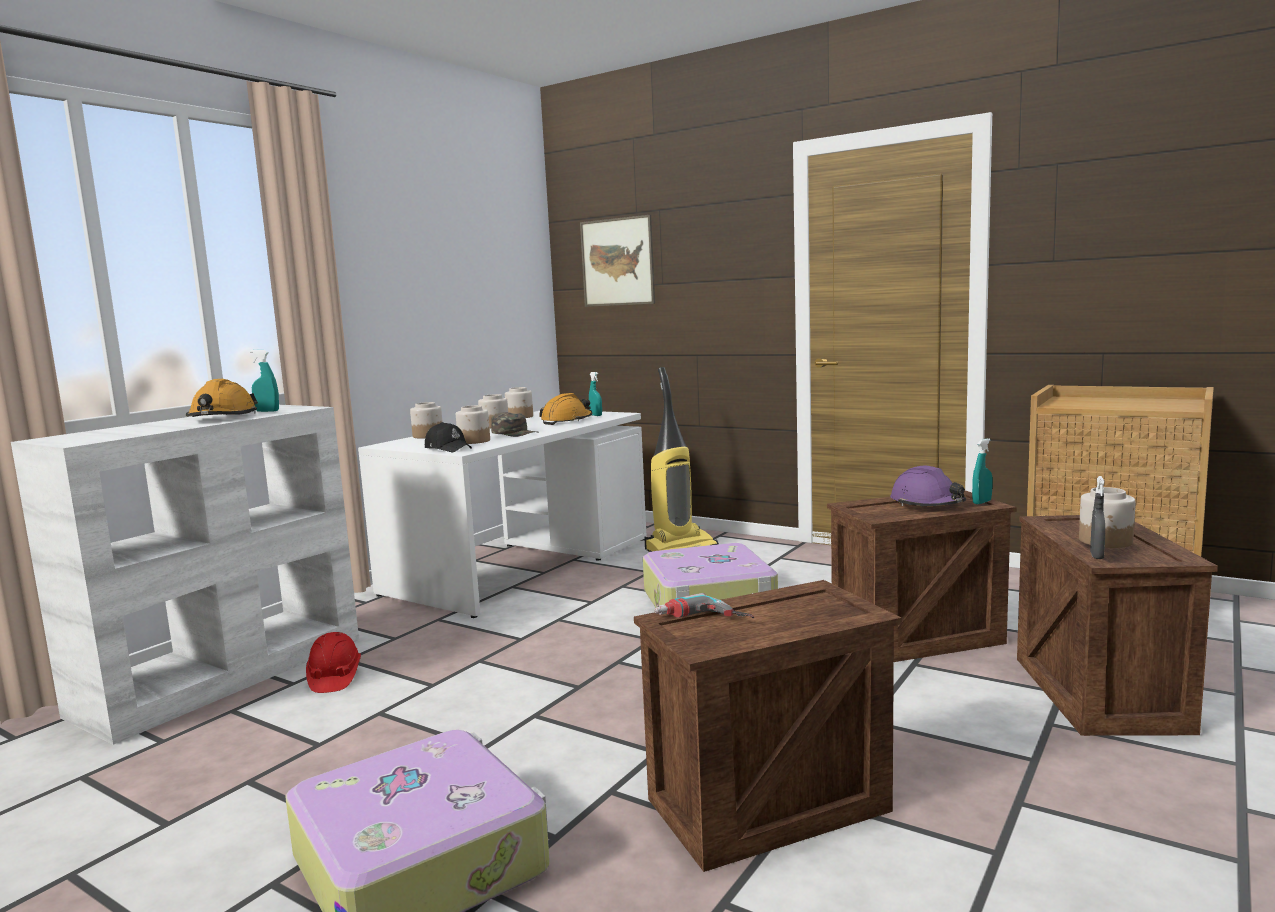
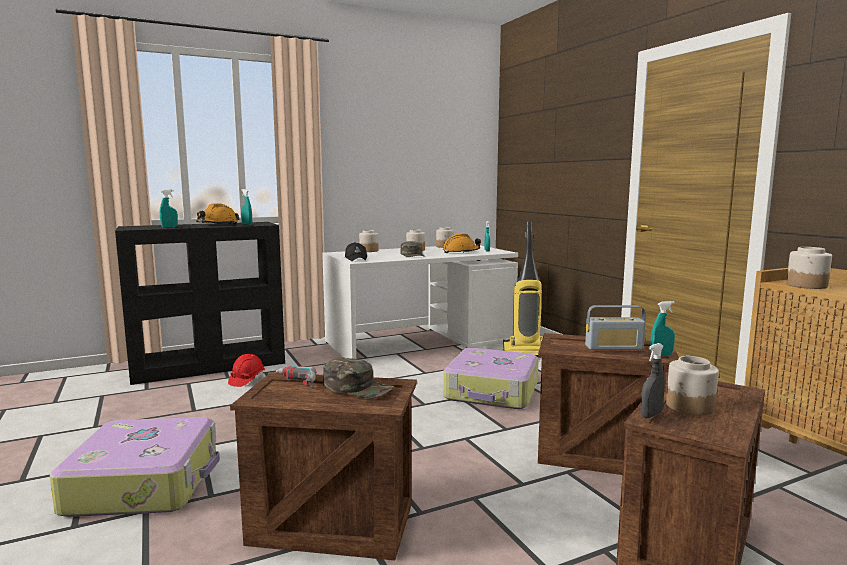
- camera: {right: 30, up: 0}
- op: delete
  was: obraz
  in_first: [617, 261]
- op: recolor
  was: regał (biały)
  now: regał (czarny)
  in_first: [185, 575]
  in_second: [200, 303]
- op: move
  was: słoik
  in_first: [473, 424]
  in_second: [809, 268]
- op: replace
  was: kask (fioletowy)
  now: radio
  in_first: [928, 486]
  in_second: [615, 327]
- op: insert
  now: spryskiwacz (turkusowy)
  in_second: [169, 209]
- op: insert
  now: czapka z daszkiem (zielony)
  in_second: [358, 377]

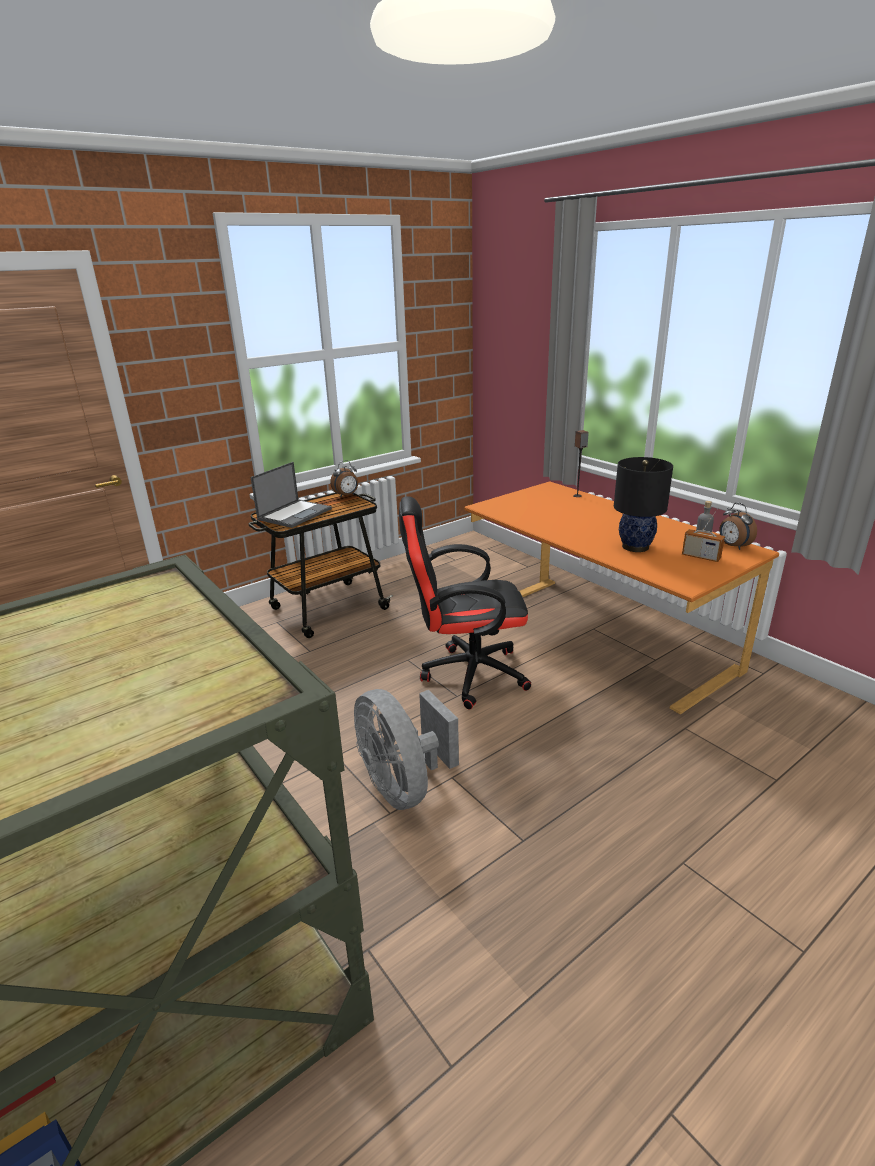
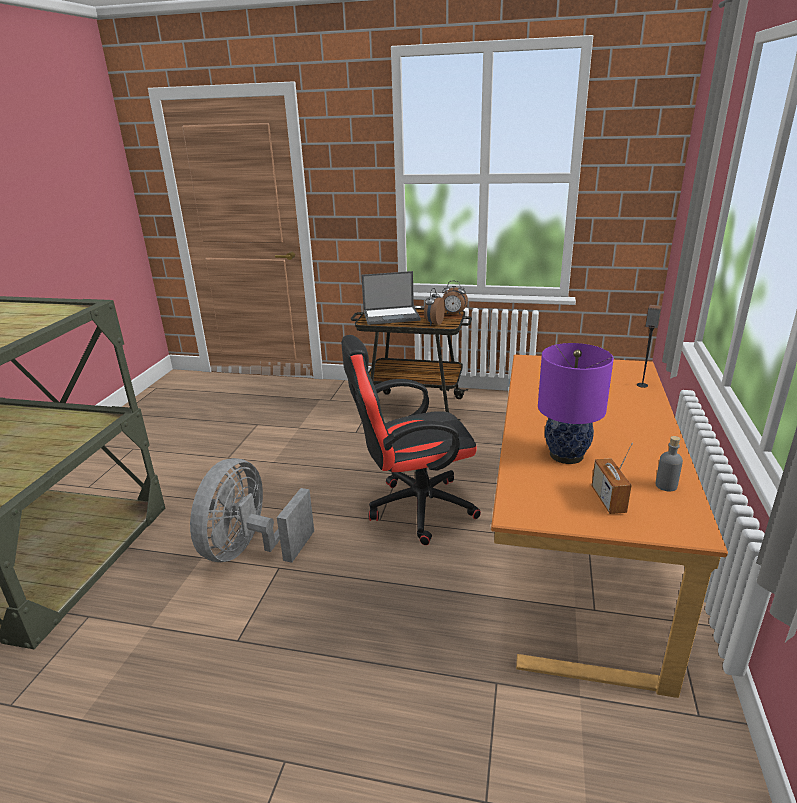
- camera: {right: 50, up: 0}
- op: recolor
  was: lampa stołowa (czarny)
  now: lampa stołowa (fioletowy)
  in_first: [643, 504]
  in_second: [576, 403]
- op: rotate
  was: krzesło biurowe (czarny)
  in_first: [465, 603]
  in_second: [411, 440]
  clockwise: -60
- op: move
  was: budzik
  in_first: [738, 526]
  in_second: [434, 307]

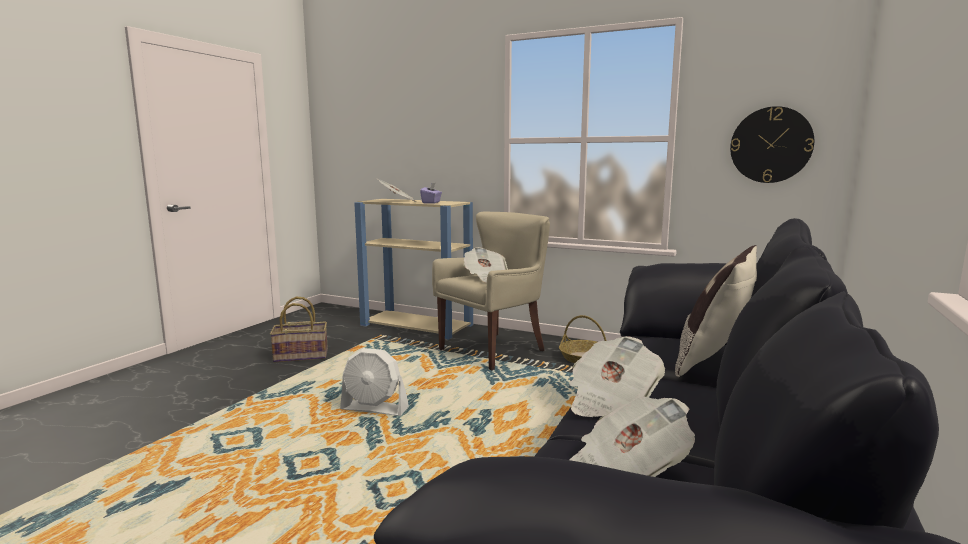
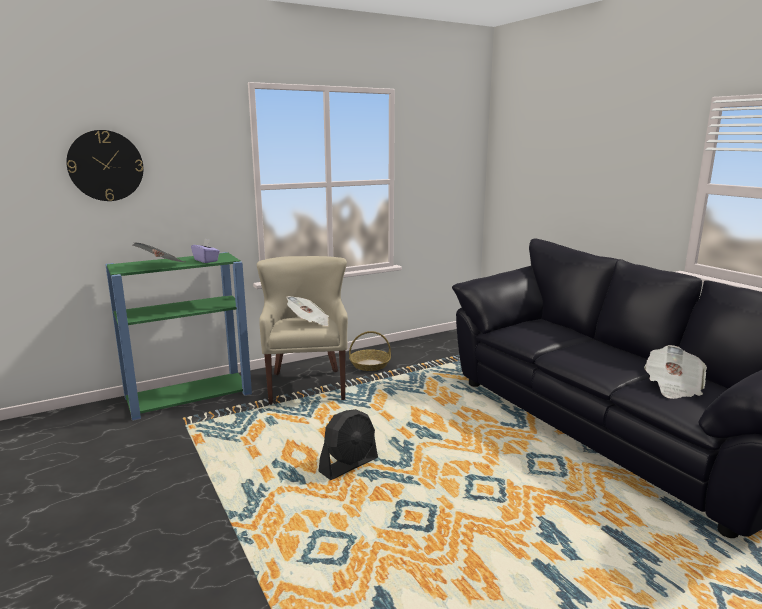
- camera: {right: -55, up: 5}
- op: move
  was: zegar ścienny
  in_first: [772, 144]
  in_second: [104, 165]
- op: recolor
  was: regał (beżowy)
  now: regał (zielony)
  in_first: [413, 269]
  in_second: [178, 336]
- op: delete
  was: poduszka
  in_first: [716, 311]
- op: delete
  was: koszyk
  in_first: [299, 329]
- op: delete
  was: gazeta
  in_first: [617, 376]
- op: recolor
  was: wentylator (biały)
  now: wentylator (czarny)
  in_first: [374, 382]
  in_second: [348, 444]

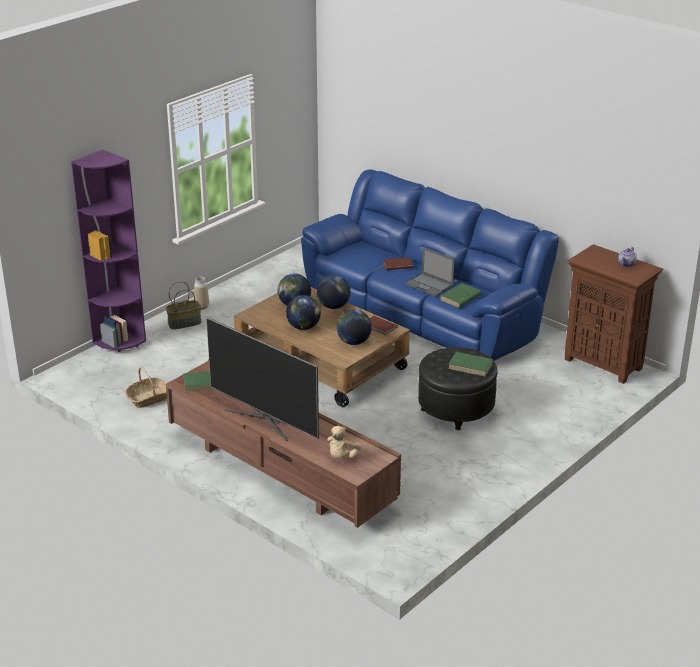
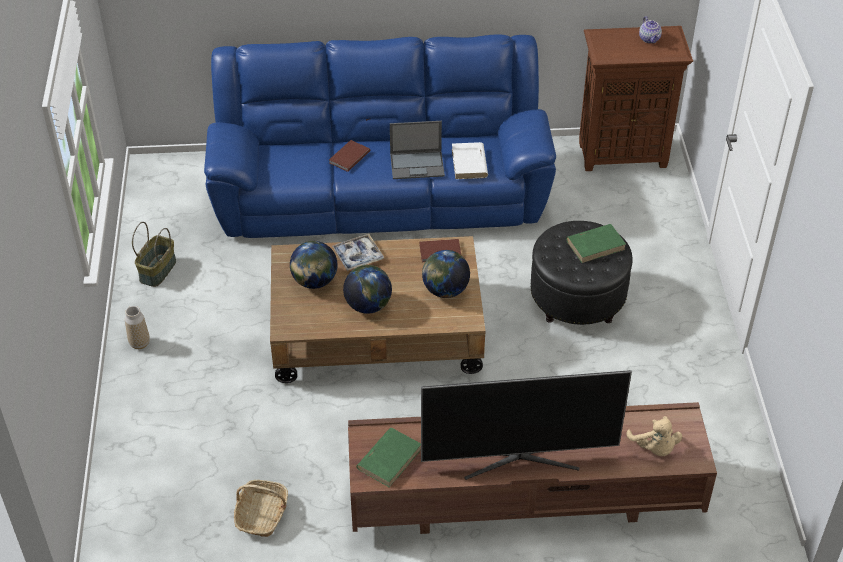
- camera: {right: -45, up: 15}
- op: delete
  was: regał (fioletowy)
  in_first: [108, 251]
- op: replace
  was: globus
  now: taca
  in_first: [334, 292]
  in_second: [358, 252]
- op: move
  was: koszyk
  in_first: [183, 305]
  in_second: [154, 254]
- op: recolor
  was: książka (zielony)
  now: książka (biały)
  in_first: [460, 295]
  in_second: [470, 160]

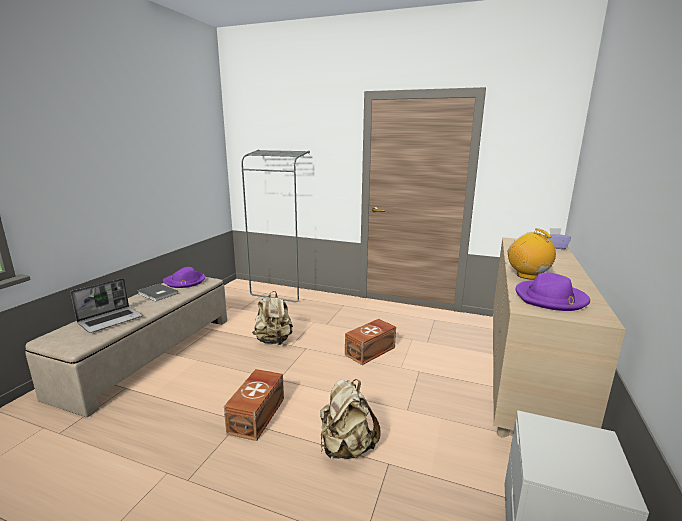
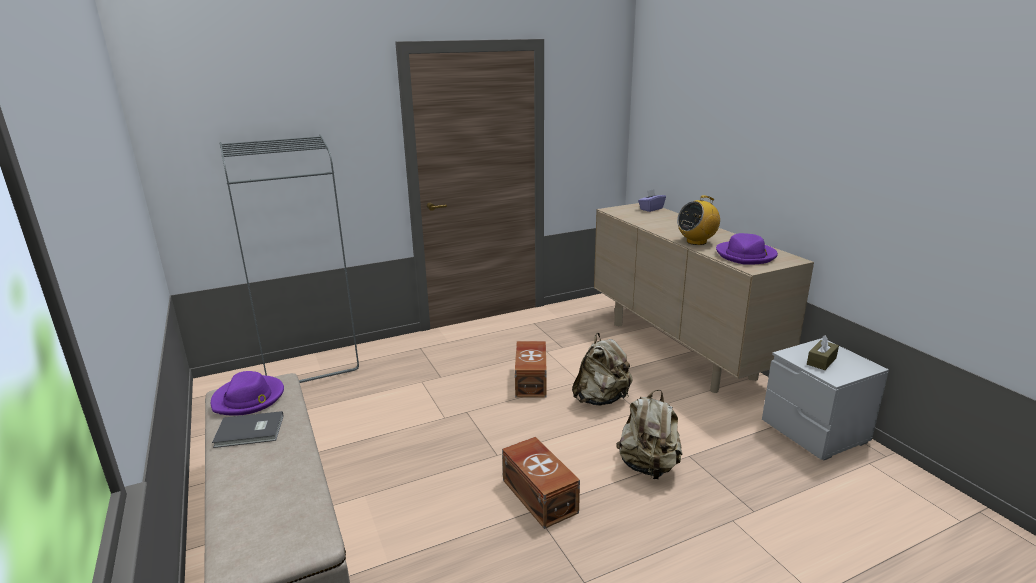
- camera: {right: -45, up: 5}
- op: rotate
  was: radio
  in_first: [535, 254]
  in_second: [698, 220]
  clockwise: -45
- op: delete
  was: laptop
  in_first: [106, 305]
- op: move
  was: plecak (beżowy)
  in_first: [272, 318]
  in_second: [602, 369]
- op: insert
  now: pudełko chusteczek (brązowy)
  in_second: [823, 352]

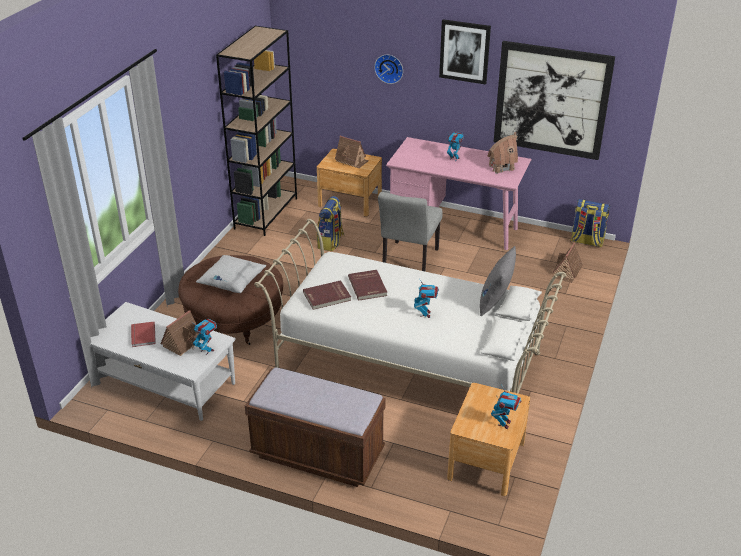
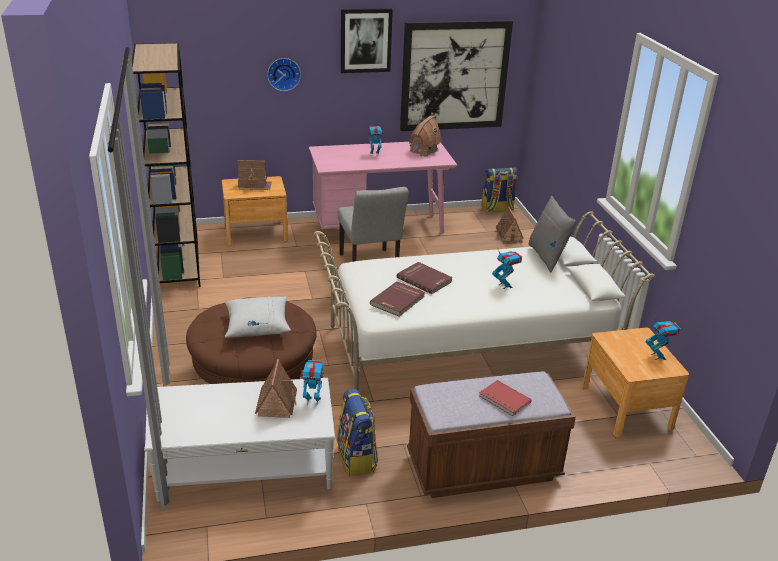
- camera: {right: -35, up: -5}
- op: move
  was: plecak
  in_first: [331, 223]
  in_second: [357, 433]
- op: move
  was: książka (czerwony)
  in_first: [143, 334]
  in_second: [505, 398]

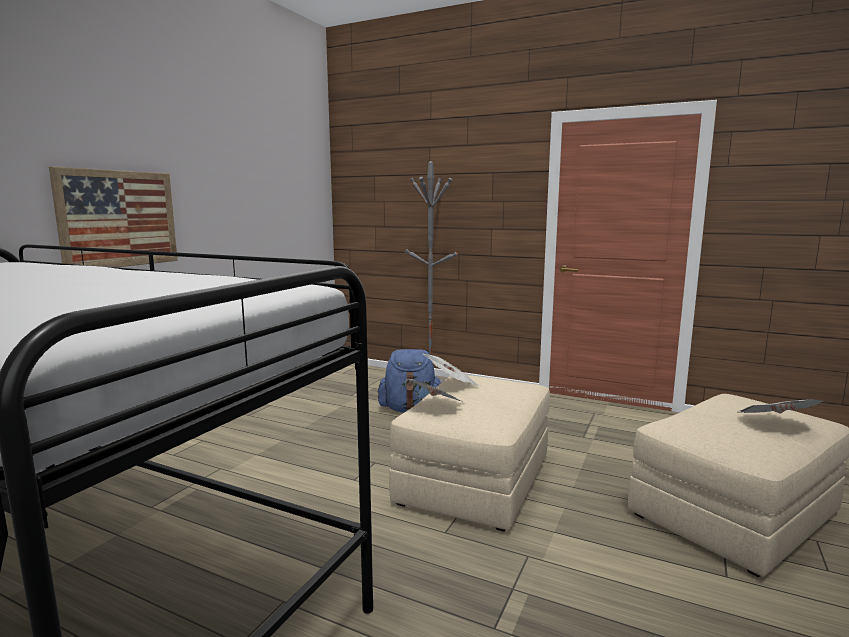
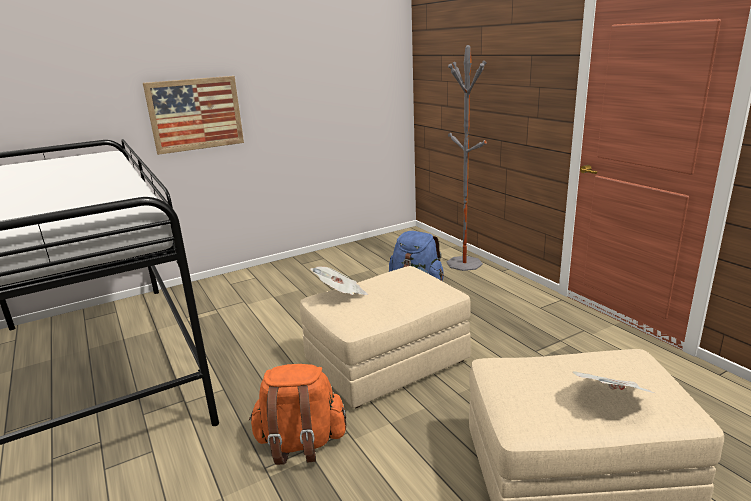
- camera: {right: 35, up: 10}
- op: delete
  was: gazeta
  in_first: [451, 370]
- op: insert
  now: plecak (pomarańczowy)
  in_second: [297, 414]

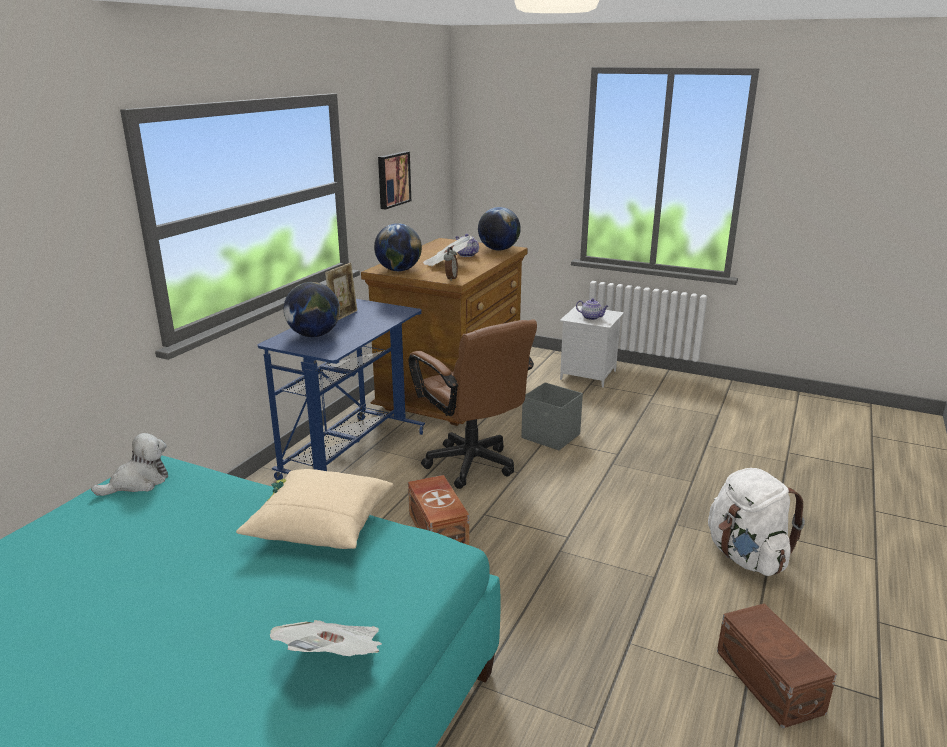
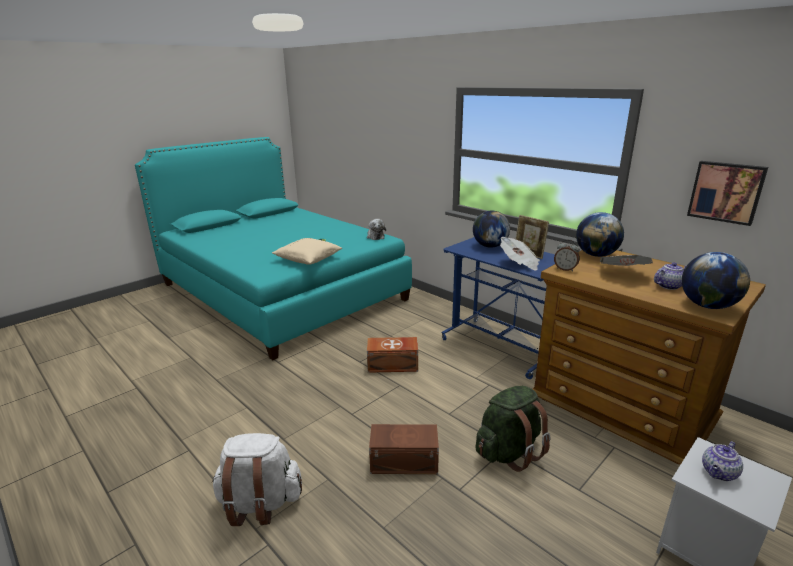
- camera: {right: 110, up: 0}
- op: delete
  was: krzesło biurowe (brązowy)
  in_first: [473, 404]
- op: replace
  was: pojemnik do przechowywania (szary)
  now: plecak (zielony)
  in_first: [552, 416]
  in_second: [513, 429]
- op: move
  was: pojemnik do przechowywania (brązowy)
  in_first: [777, 666]
  in_second: [404, 449]
- op: move
  was: gazeta
  in_first: [326, 638]
  in_second: [520, 254]

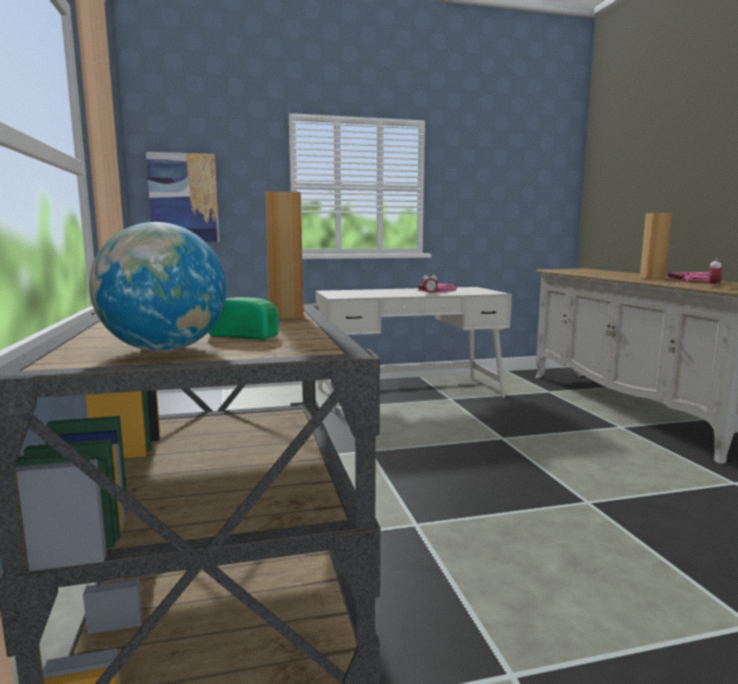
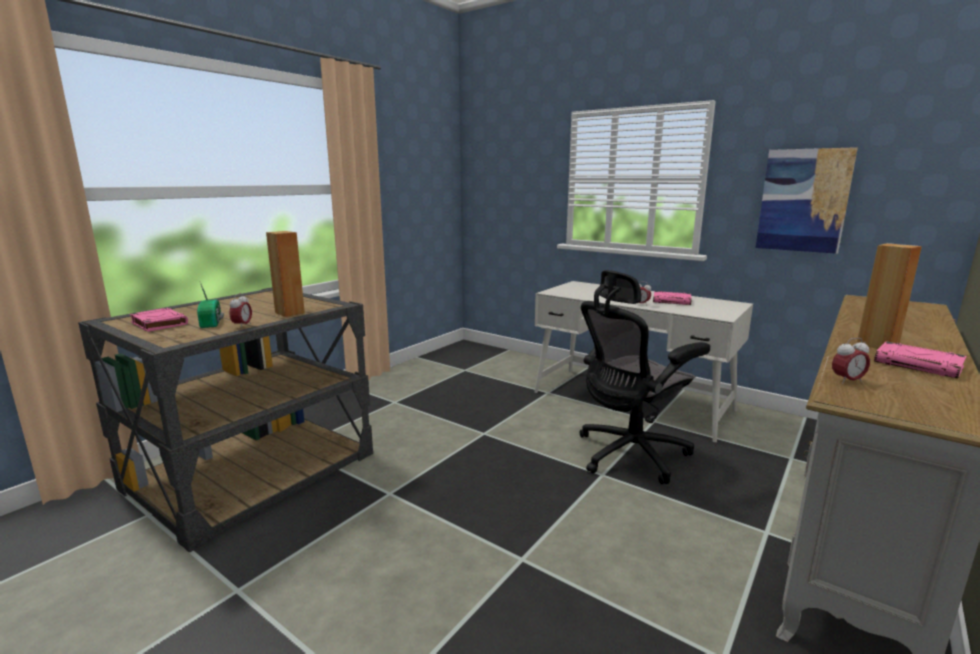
- camera: {right: 50, up: 5}
- op: move
  was: obraz
  in_first: [182, 197]
  in_second: [807, 200]
- op: replace
  was: globus
  now: książka (różowy)
  in_first: [157, 287]
  in_second: [158, 320]
- op: insert
  now: krzesło biurowe
  in_second: [645, 377]
- op: insert
  now: budzik
  in_second: [240, 310]

